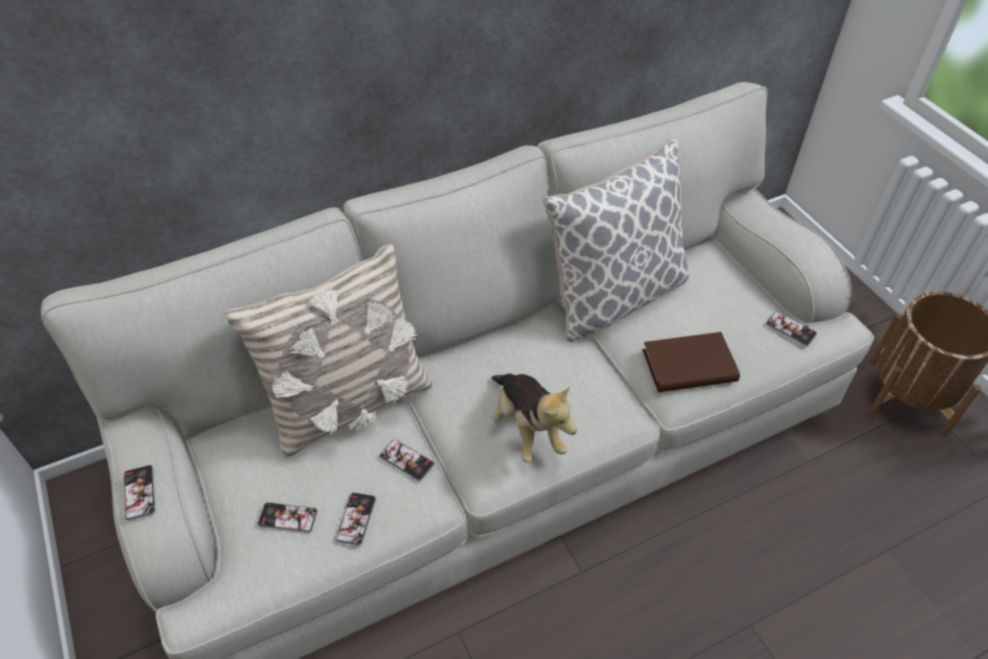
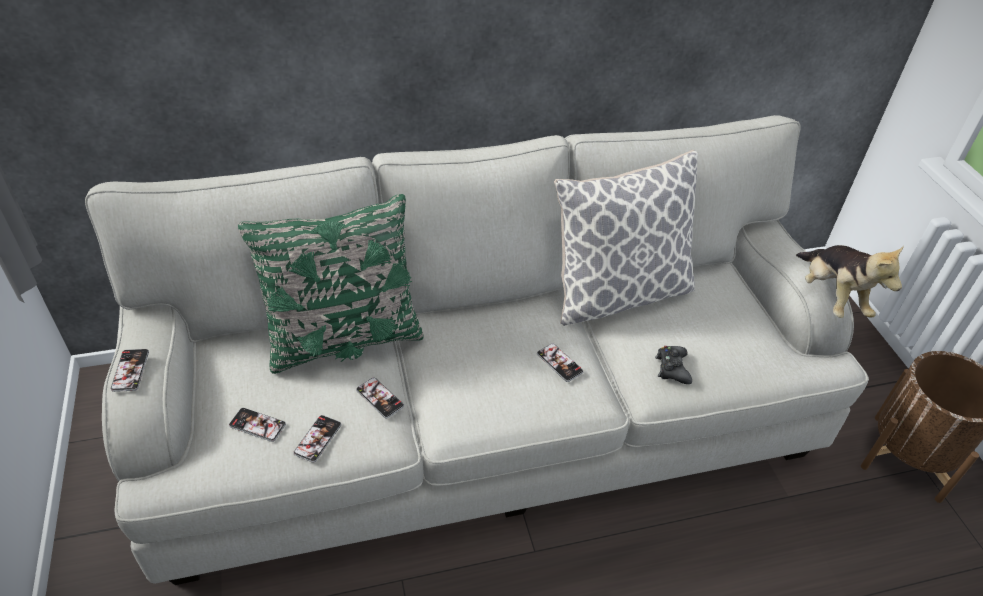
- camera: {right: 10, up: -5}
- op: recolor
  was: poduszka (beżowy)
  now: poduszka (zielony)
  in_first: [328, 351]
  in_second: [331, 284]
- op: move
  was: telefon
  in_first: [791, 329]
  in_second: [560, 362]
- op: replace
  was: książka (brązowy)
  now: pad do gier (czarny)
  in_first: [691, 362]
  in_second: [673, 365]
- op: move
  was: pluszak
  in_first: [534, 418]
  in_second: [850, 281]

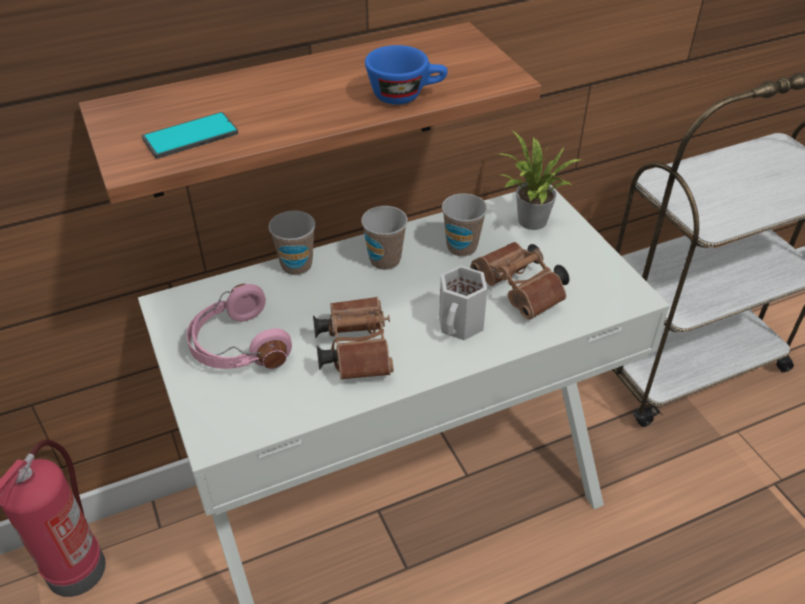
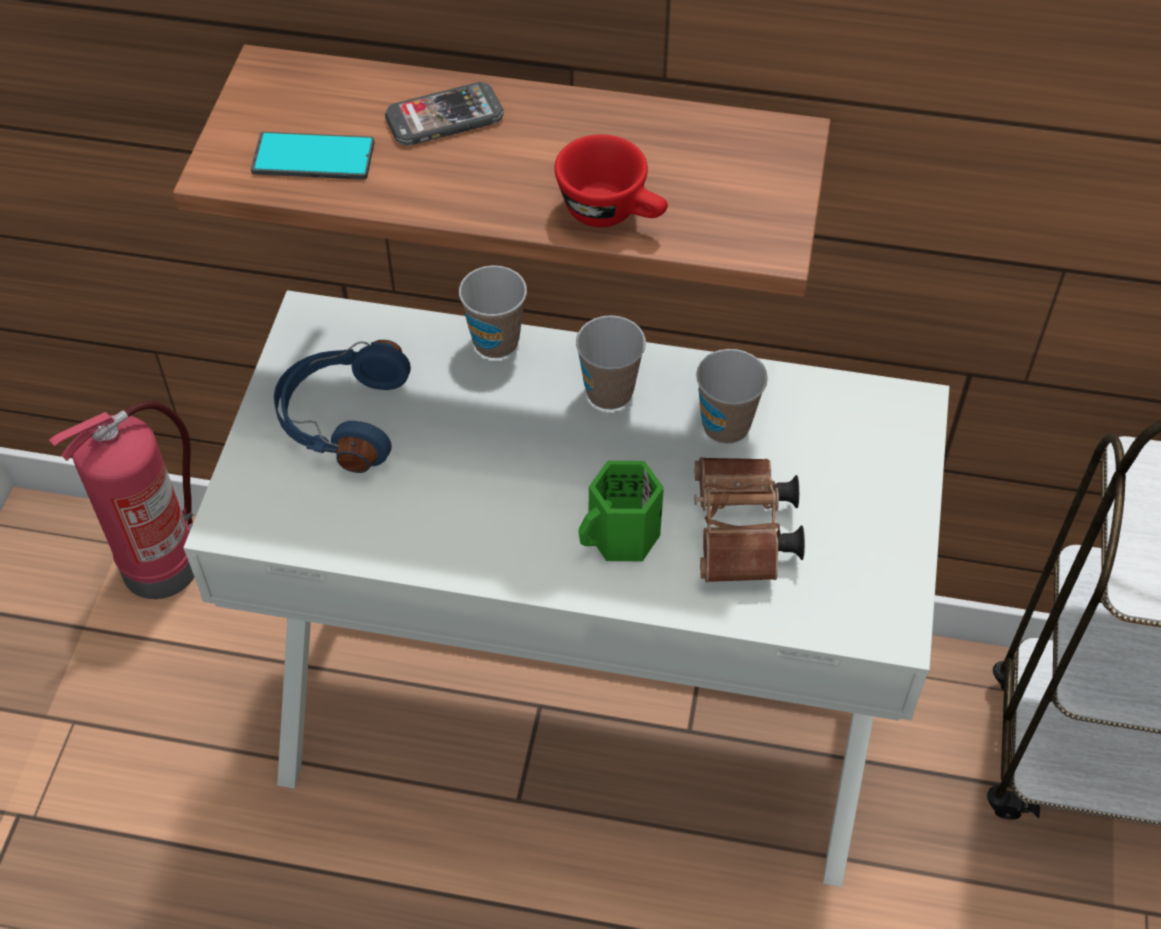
- camera: {right: 35, up: 10}
- op: recolor
  was: filiżanka (niebieski)
  now: filiżanka (czerwony)
  in_first: [406, 75]
  in_second: [611, 180]
- op: delete
  was: roślina doniczkowa
  in_first: [541, 180]
- op: recolor
  was: kubek (biały)
  now: kubek (zielony)
  in_first: [463, 302]
  in_second: [621, 511]
- op: recolor
  was: słuchawki (różowy)
  now: słuchawki (niebieski)
  in_first: [239, 326]
  in_second: [342, 406]
- op: delete
  was: lornetka (brązowy)
  in_first: [353, 338]
- op: insert
  now: telefon
  in_second: [444, 114]

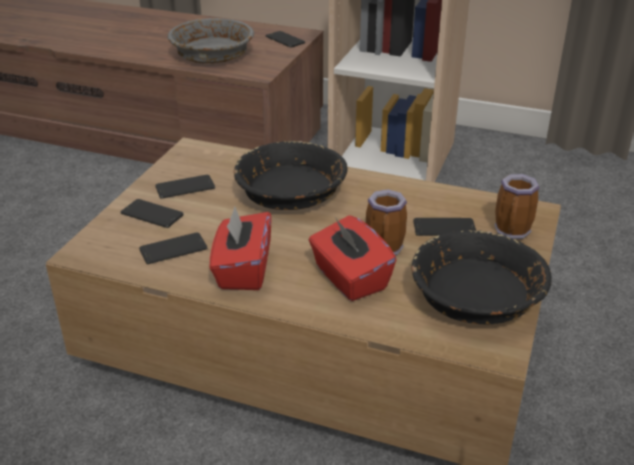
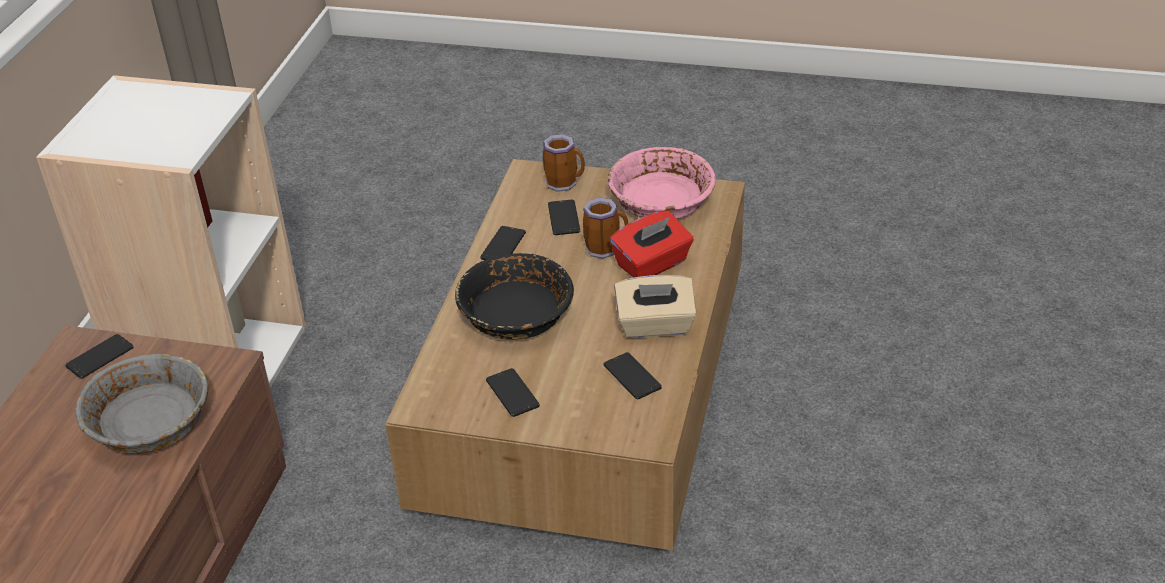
- camera: {right: -95, up: 5}
- op: move
  was: telefon
  in_first: [152, 213]
  in_second: [503, 243]
- op: recolor
  was: pudełko chusteczek (czerwony)
  now: pudełko chusteczek (beżowy)
  in_first: [241, 248]
  in_second: [655, 306]
- op: recolor
  was: miska (czarny)
  now: miska (różowy)
  in_first: [481, 277]
  in_second: [662, 183]

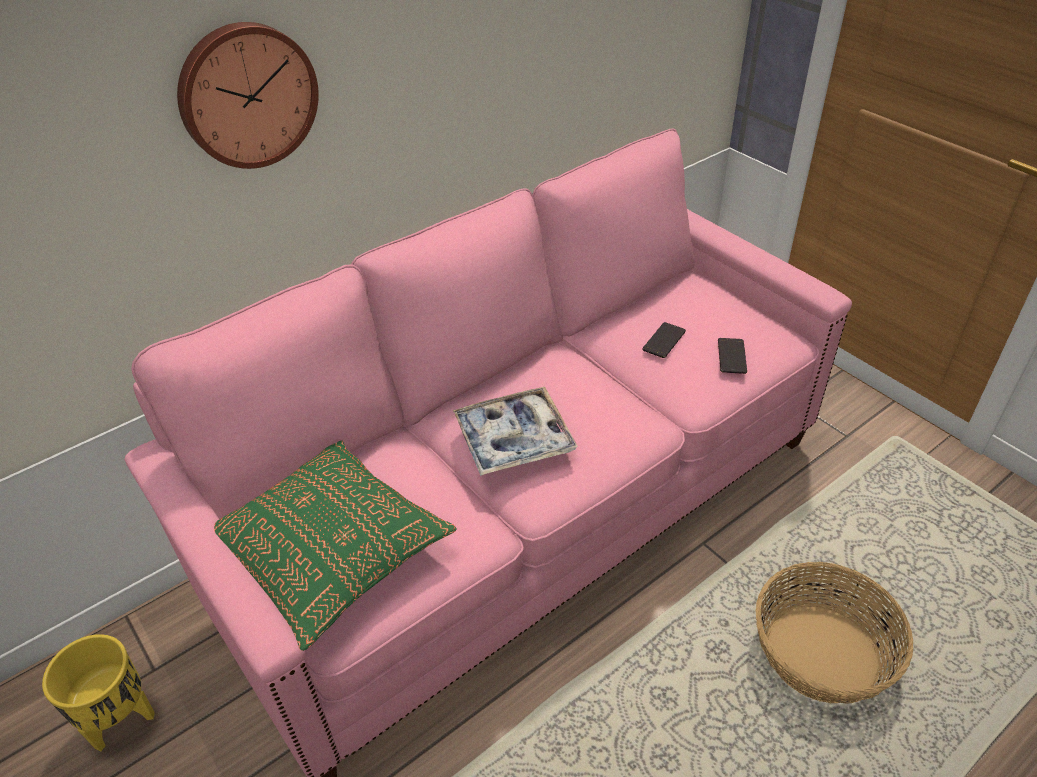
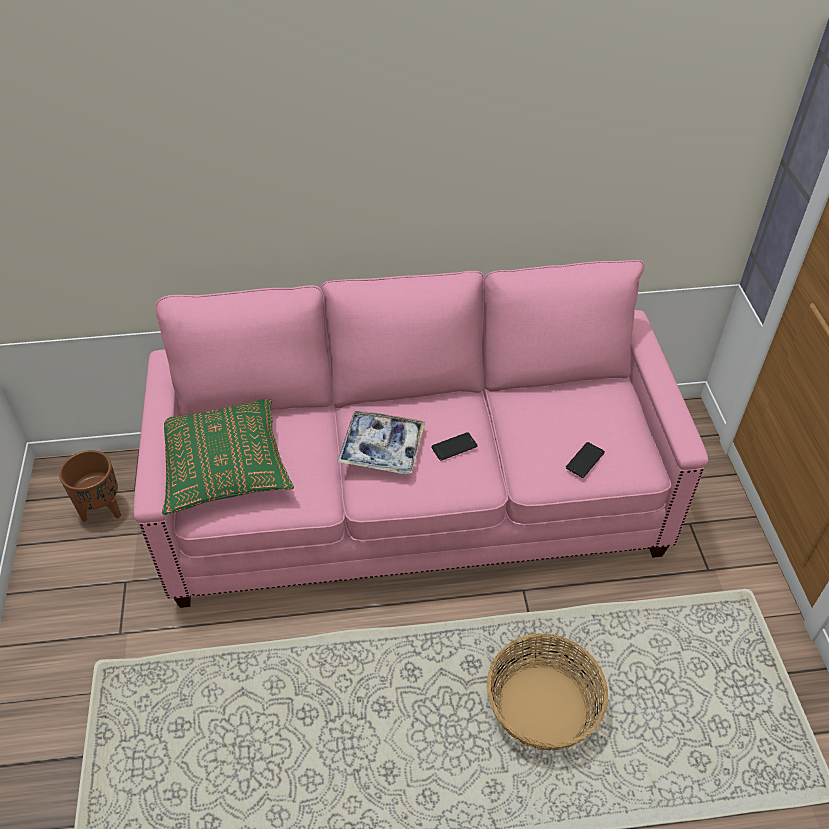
- camera: {right: 30, up: 5}
- op: delete
  was: zegar ścienny
  in_first: [248, 95]
- op: move
  was: telefon
  in_first: [664, 340]
  in_second: [454, 446]
- op: recolor
  was: donica (żółty)
  now: donica (brązowy)
  in_first: [98, 692]
  in_second: [90, 486]

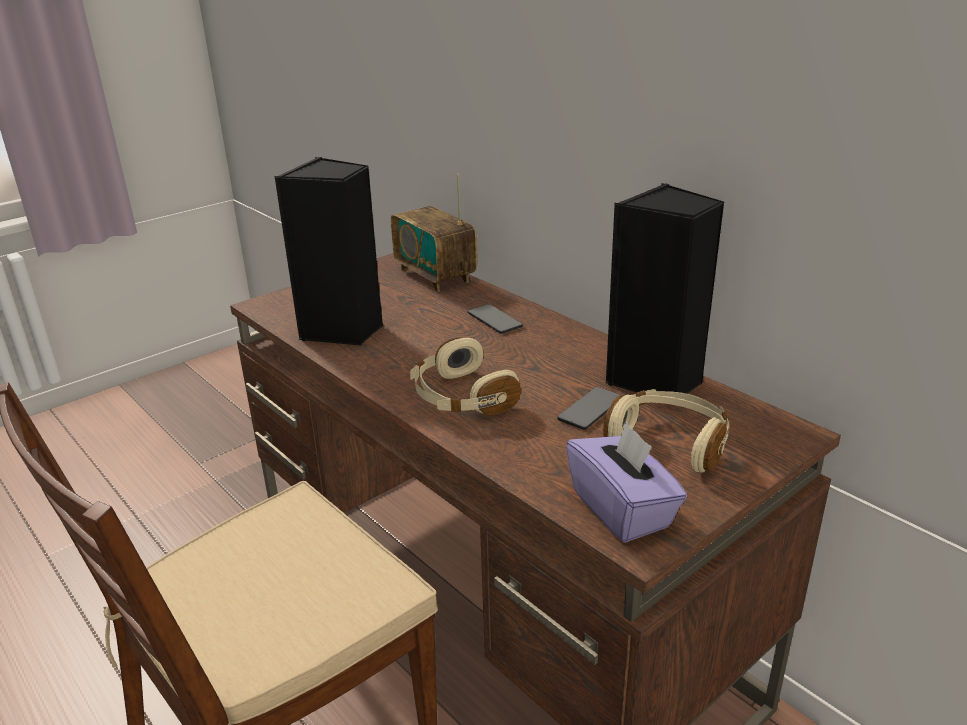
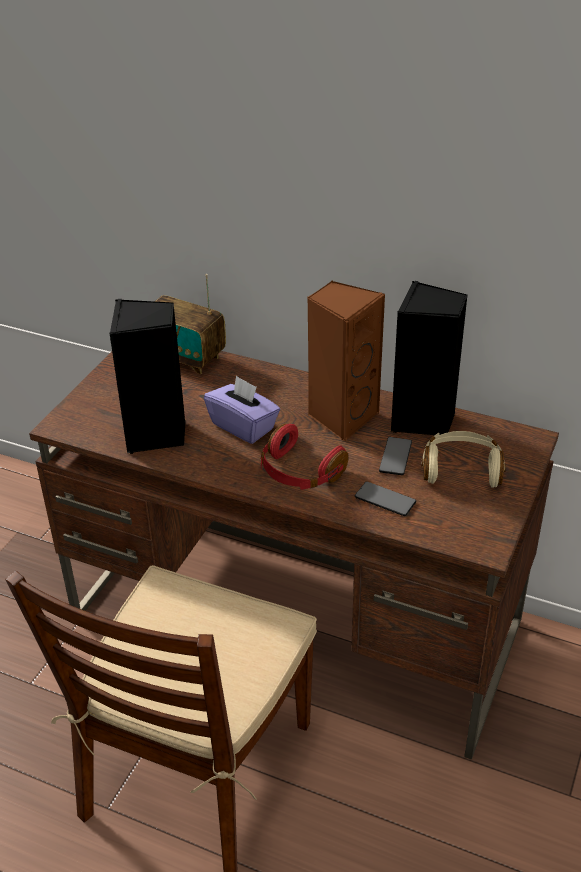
- camera: {right: -25, up: 10}
- op: move
  was: telefon
  in_first: [495, 319]
  in_second: [385, 499]
- op: recolor
  was: słuchawki (beżowy)
  now: słuchawki (czerwony)
  in_first: [465, 376]
  in_second: [305, 457]
- op: move
  was: pudełko chusteczek (fioletowy)
  in_first: [626, 482]
  in_second: [242, 409]
- op: insert
  now: głośnik (brązowy)
  in_second: [346, 361]

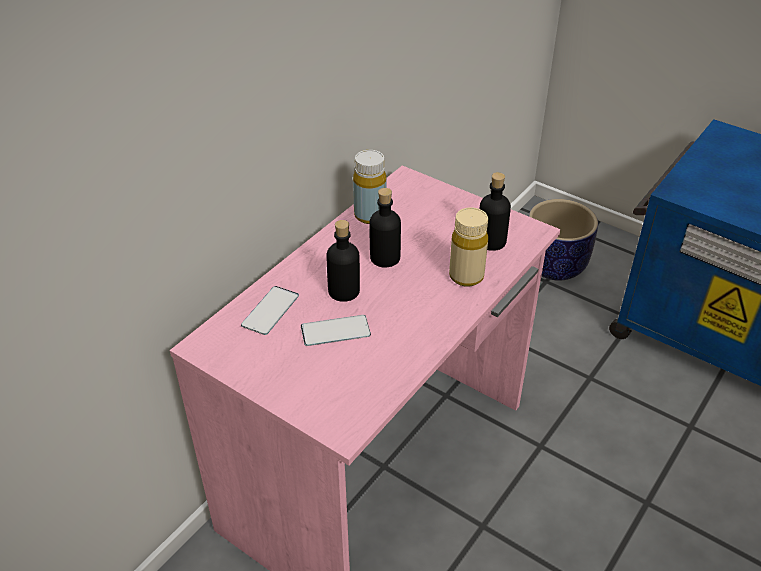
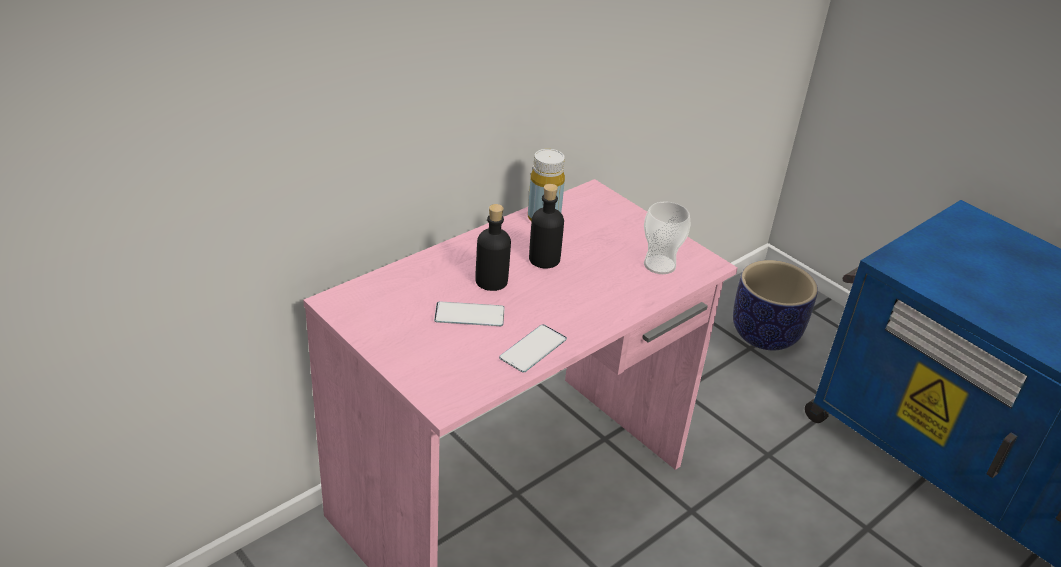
- camera: {right: 10, up: -5}
- op: replace
  was: butelka (czarny)
  now: filiżanka
  in_first: [495, 211]
  in_second: [667, 237]
- op: delete
  was: butelka (beżowy)
  in_first: [468, 247]
- op: move
  was: telefon
  in_first: [270, 310]
  in_second: [533, 348]

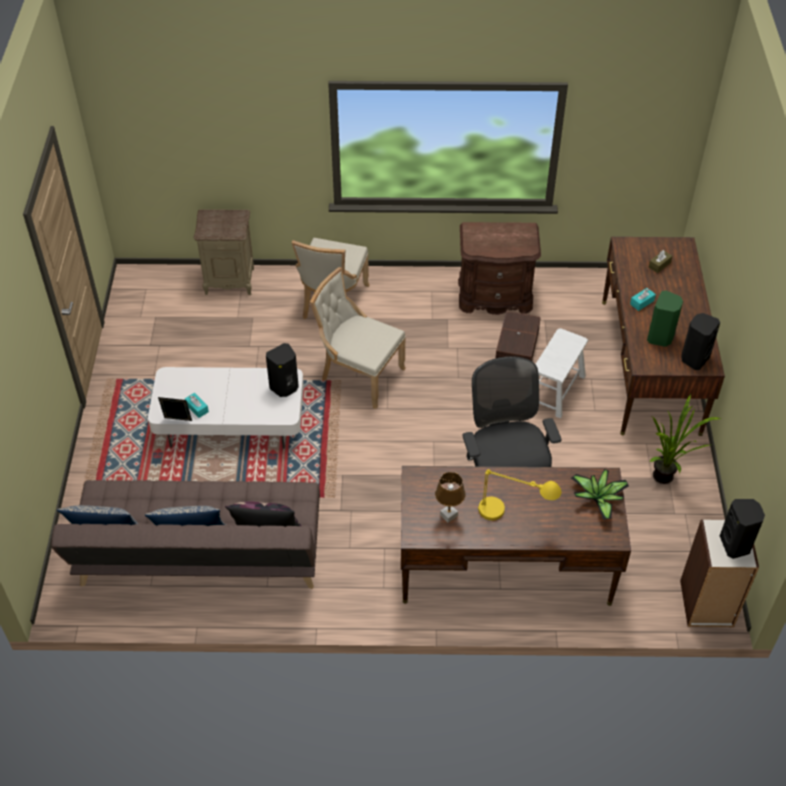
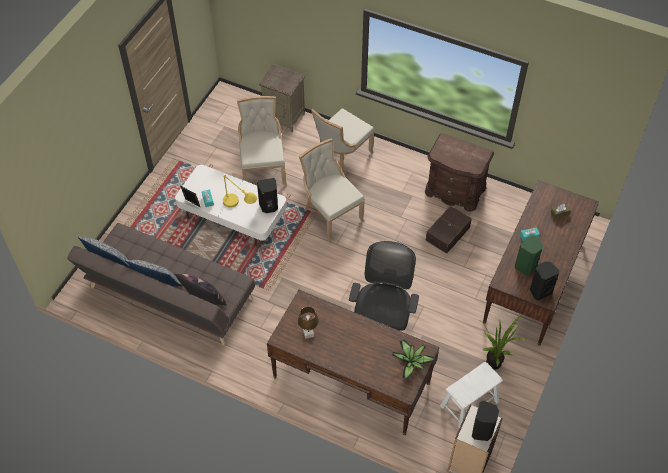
- camera: {right: 25, up: 5}
- op: move
  was: stołek (biały)
  in_first: [561, 373]
  in_second: [471, 395]
- op: move
  was: lampa stołowa (żółty)
  in_first: [520, 494]
  in_second: [240, 191]
- op: insert
  now: krzesło (beżowy)
  in_second: [262, 141]

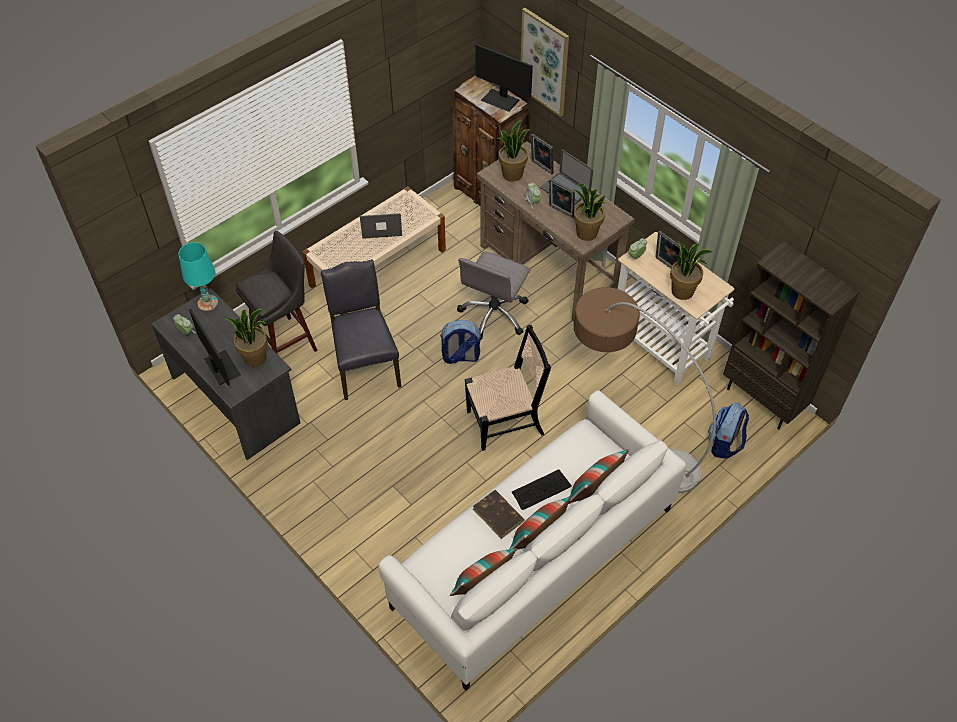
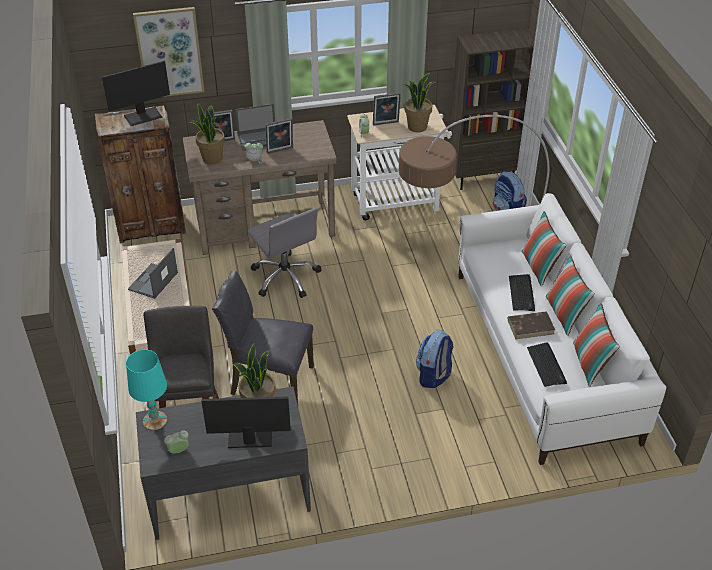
- camera: {right: -60, up: -10}
- op: delete
  was: roślina doniczkowa
  in_first: [589, 212]
- op: move
  was: plecak
  in_first: [460, 342]
  in_second: [435, 359]
- op: delete
  was: krzesło
  in_first: [508, 388]
- op: insert
  now: klawiatura
  in_second: [547, 364]

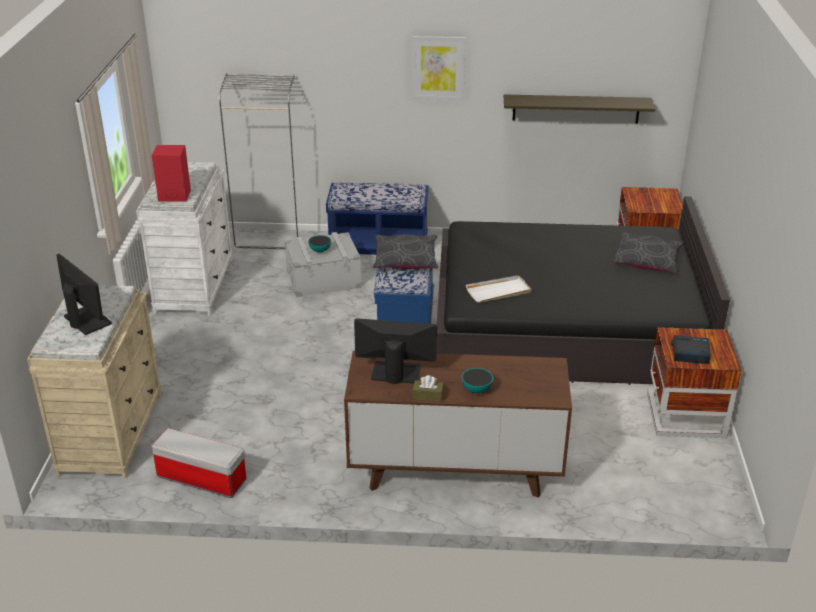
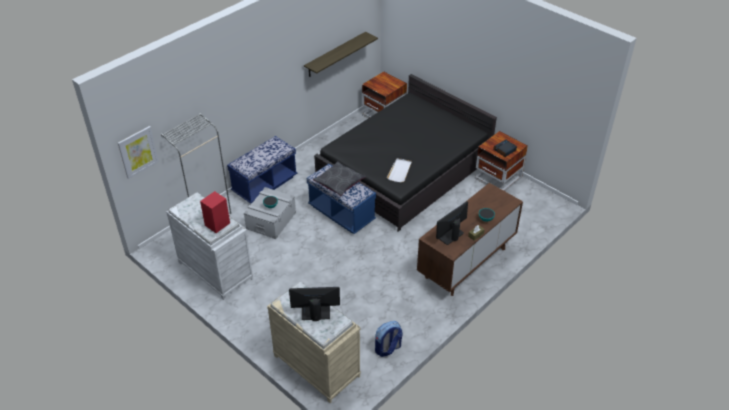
- camera: {right: -50, up: 10}
- op: move
  was: obraz
  in_first: [439, 68]
  in_second: [138, 152]
- op: delete
  was: poduszka (szary)
  in_first: [647, 253]
- op: replace
  was: pojemnik do przechowywania
  now: plecak
  in_first: [198, 463]
  in_second: [389, 339]

